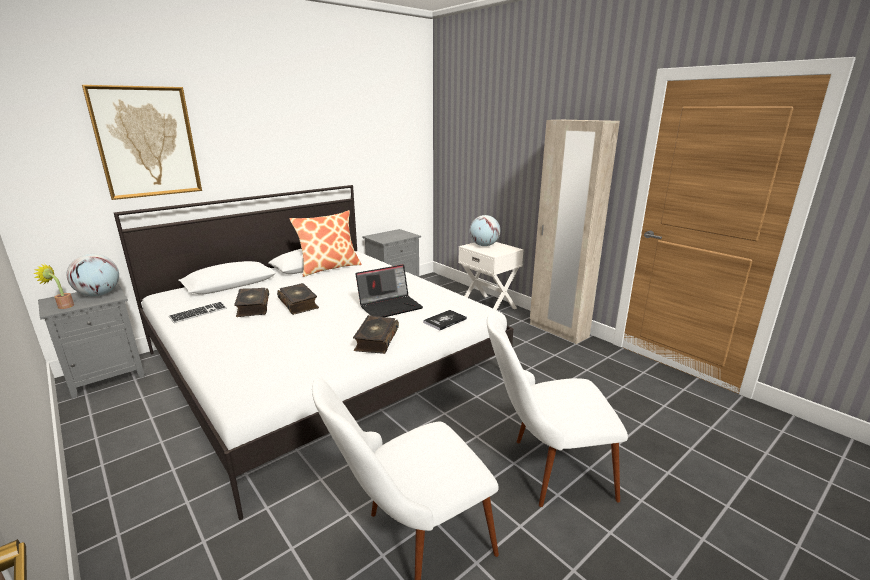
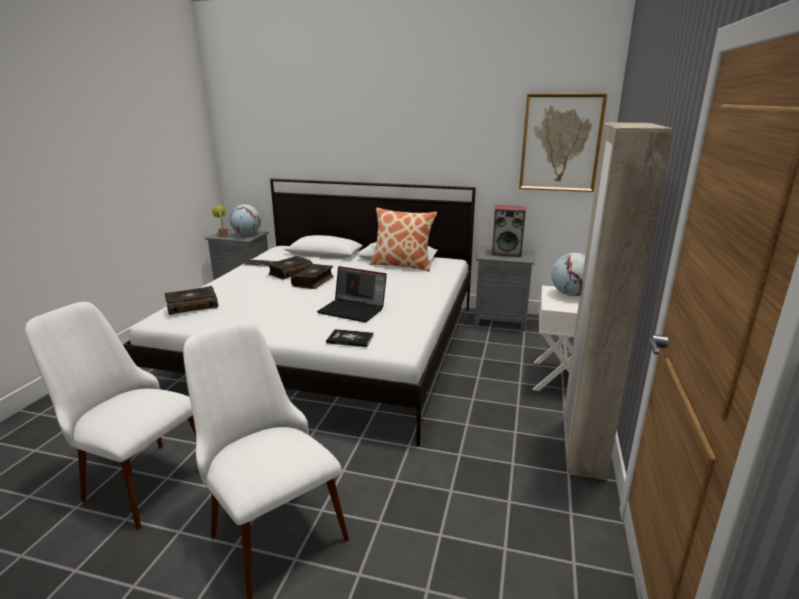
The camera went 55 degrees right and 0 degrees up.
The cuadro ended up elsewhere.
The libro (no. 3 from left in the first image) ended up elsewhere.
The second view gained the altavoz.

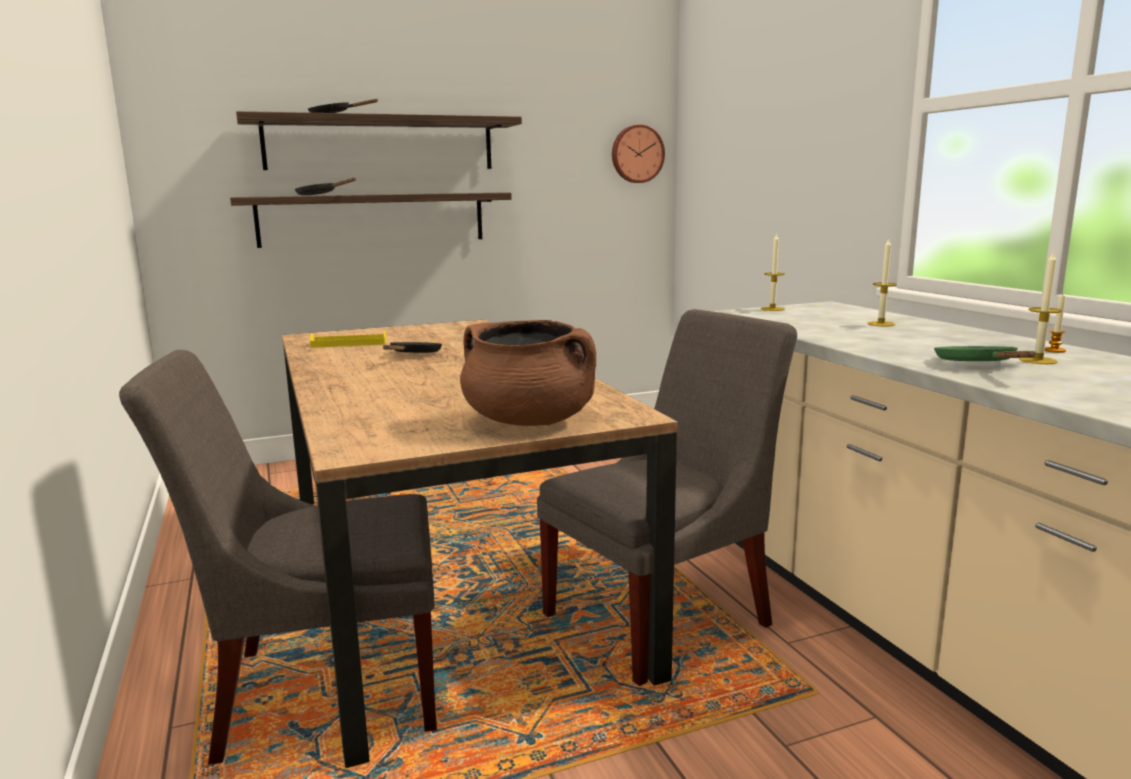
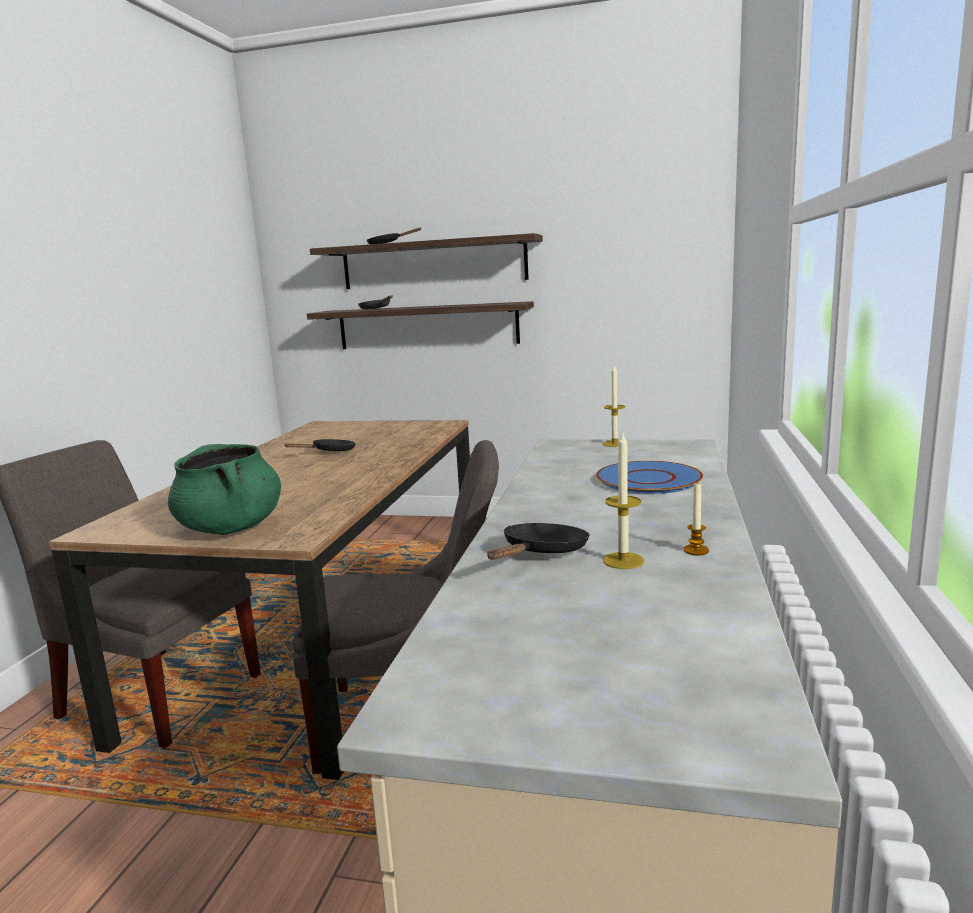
The camera went 35 degrees right and 0 degrees up.
The second view lost the bandeja/amarillo.
What was the olla/marrón turned into the olla/verde.
The second view lost the reloj de pared.
Where the vela (no. 2 from left) stood, the plato/azul came to stand.
What was the sartén/verde turned into the sartén/negro (no. 4 from left).

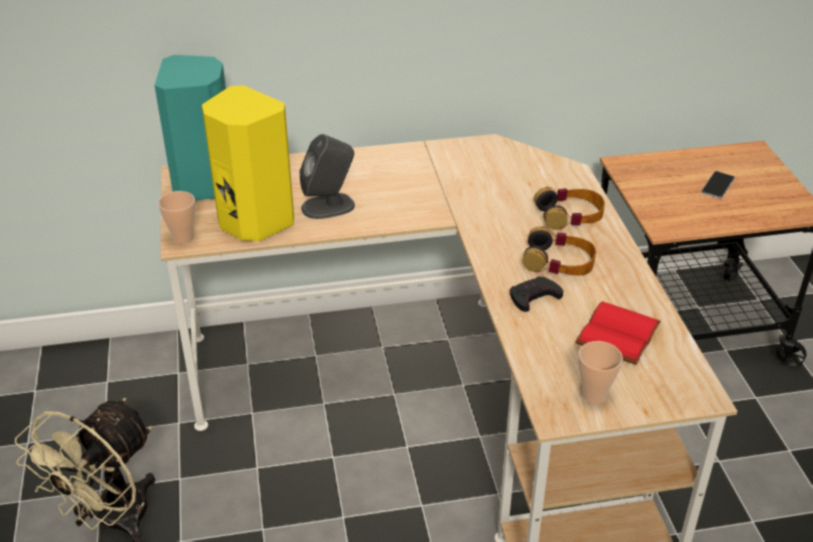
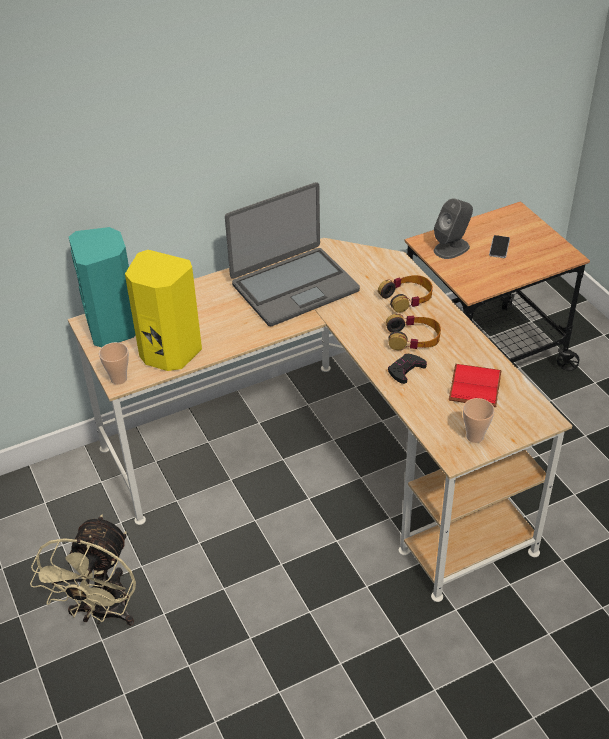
The camera went 15 degrees left and 5 degrees up.
The altavoz/gris ended up elsewhere.
The second view gained the portátil.

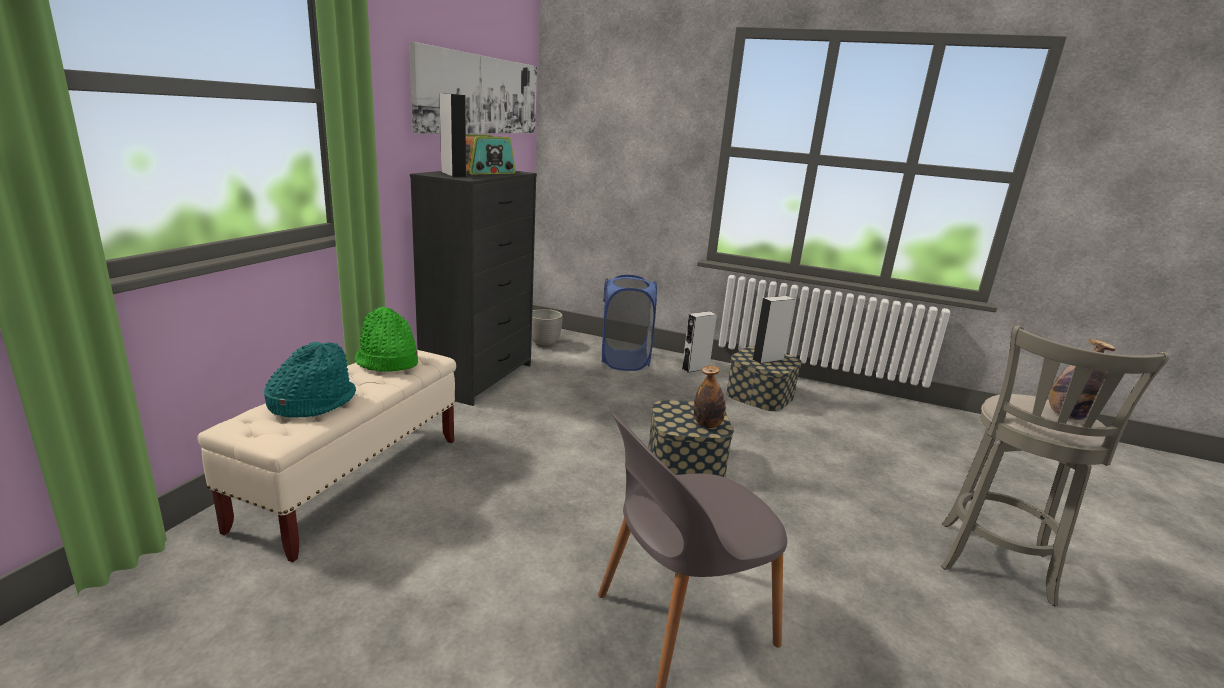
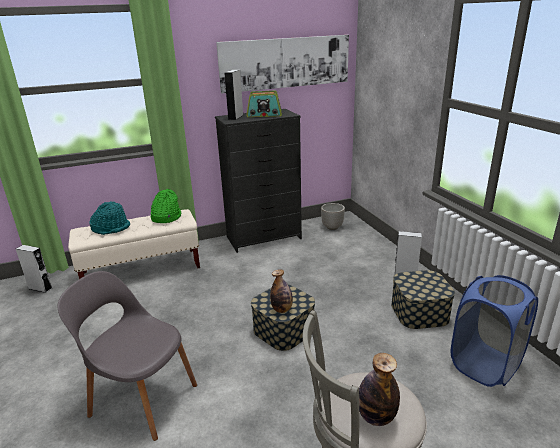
The camera went 50 degrees right and 5 degrees up.
The cesto de la ropa/azul ended up elsewhere.
The altavoz/gris (no. 3 from left in the first image) ended up elsewhere.

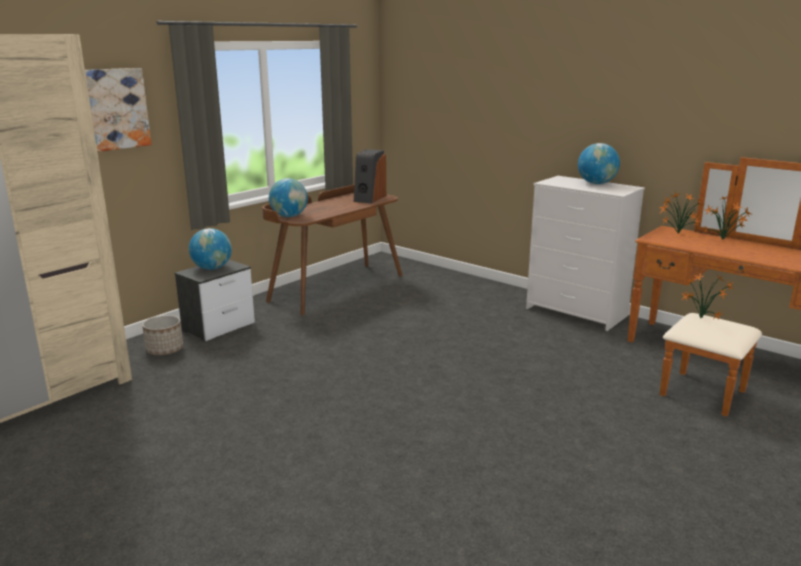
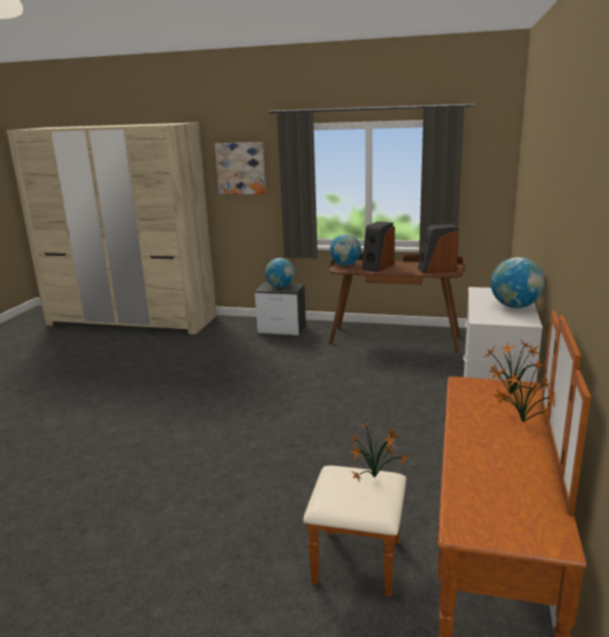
The camera went 65 degrees right and 0 degrees up.
The second view lost the maceta.
The second view gained the altavoz (no. 1 from left).

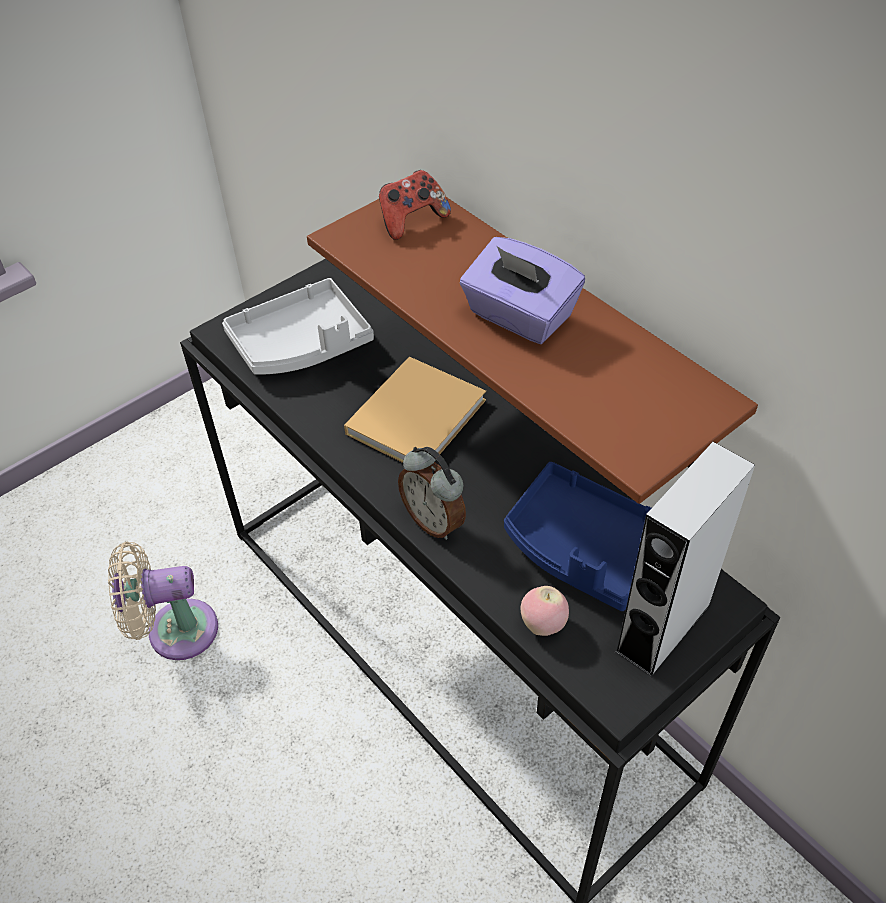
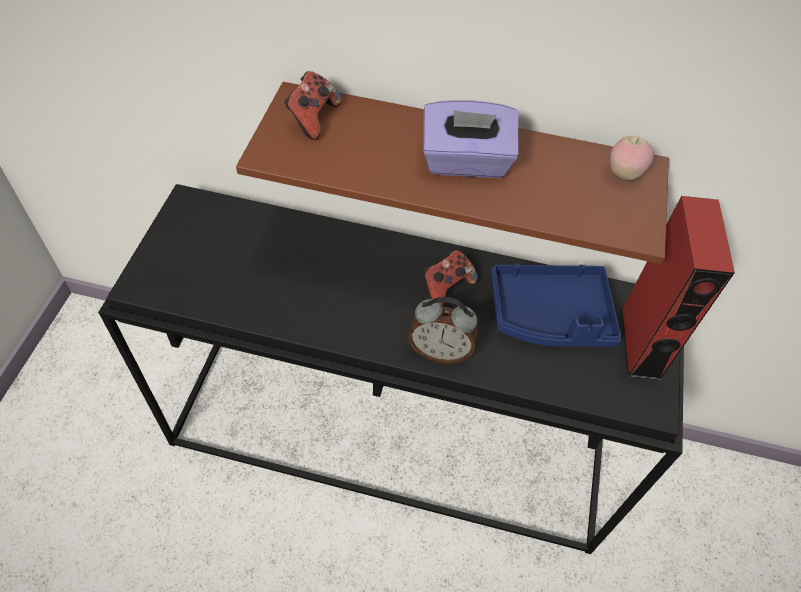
The camera went 40 degrees left and 5 degrees up.
The second view lost the ventilador/beis.
The second view lost the bandeja/gris.
The second view lost the libro/beis.
The manzana ended up elsewhere.
What was the altavoz/gris turned into the altavoz/rojo.
The second view gained the mando de consola (no. 2 from left).

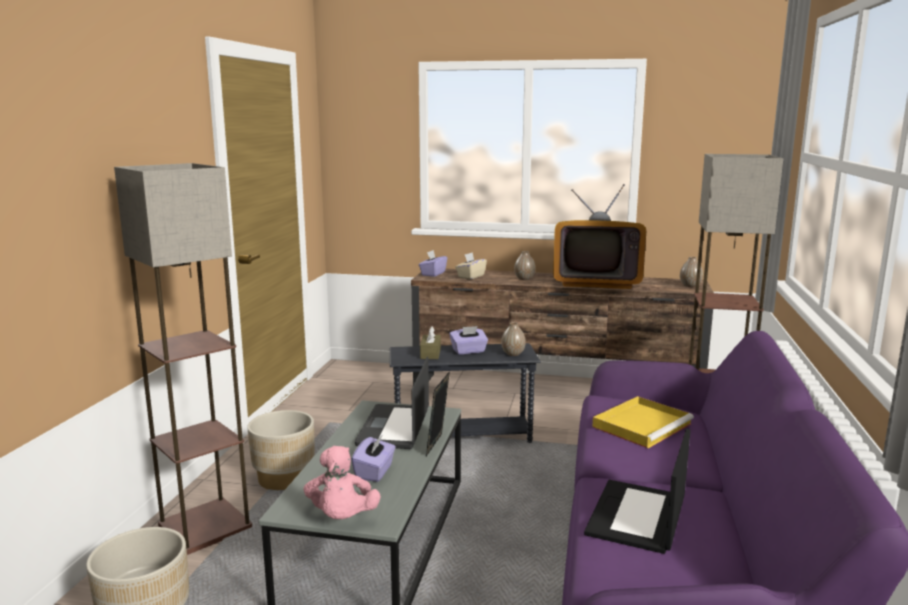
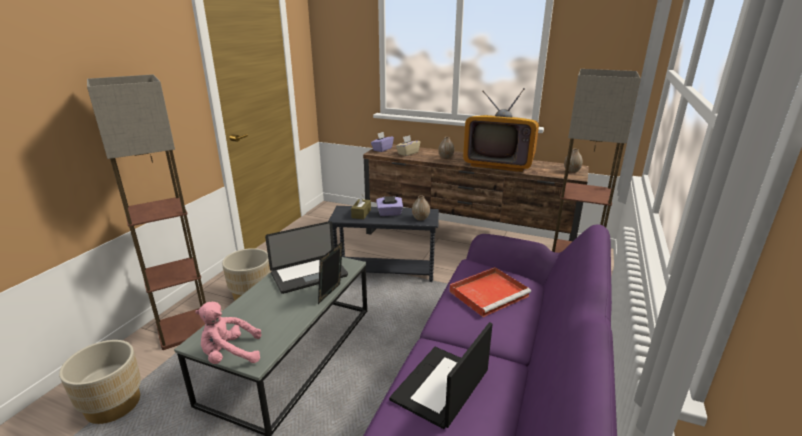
The camera went 10 degrees right and 10 degrees up.
The peluche/rosa ended up facing another way, 75 degrees clockwise from before.
The second view lost the caja de pañuelos/morado (no. 1 from left).
The portátil (no. 1 from left) ended up facing another way, 135 degrees counterclockwise from before.
What was the bandeja/amarillo turned into the bandeja/rojo.

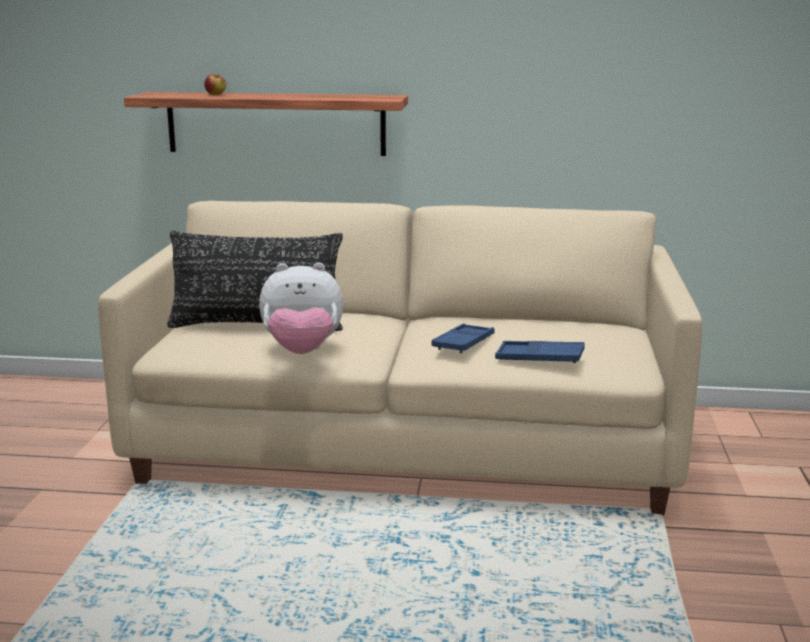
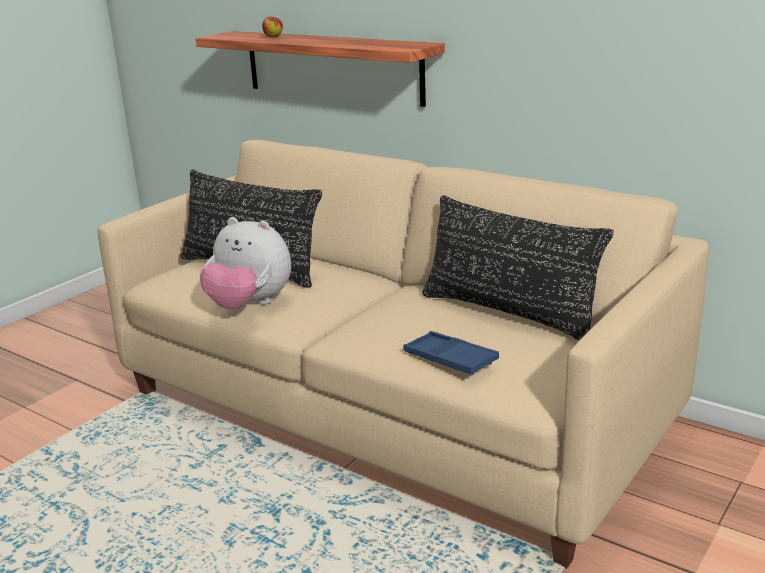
The camera went 30 degrees right and 5 degrees up.
The second view lost the bandeja/azul (no. 1 from left).
The second view gained the cojín/negro (no. 2 from left).

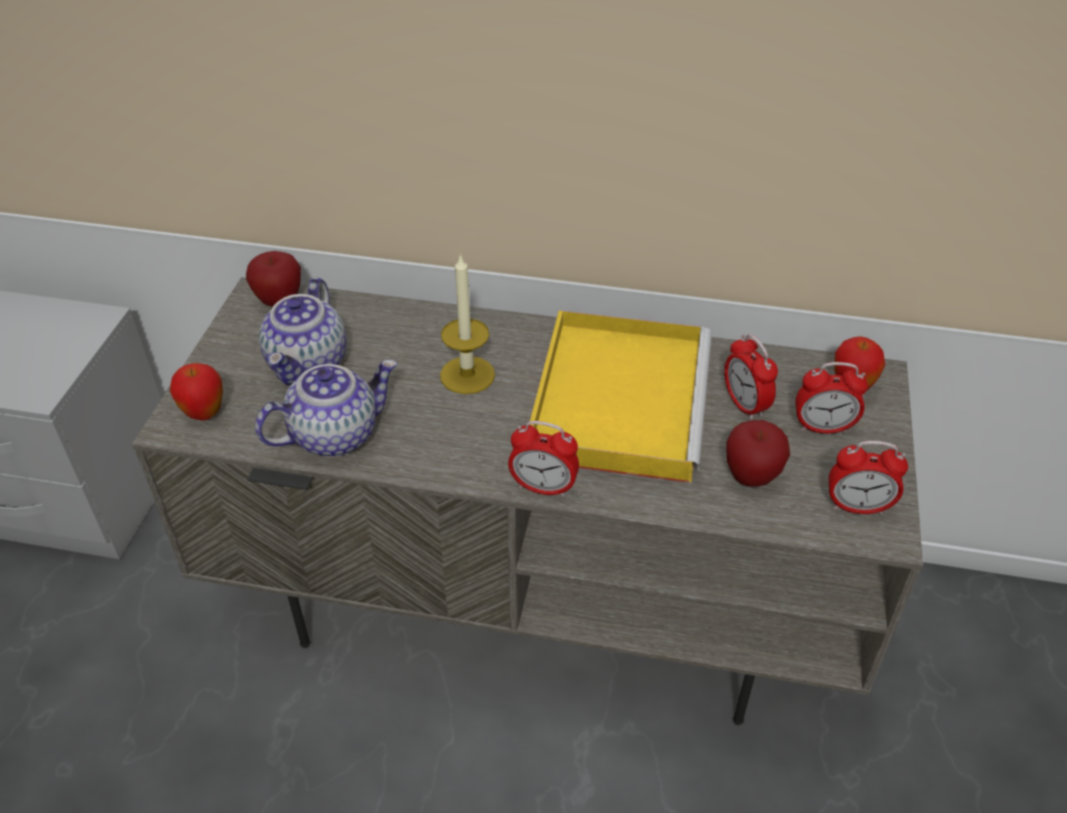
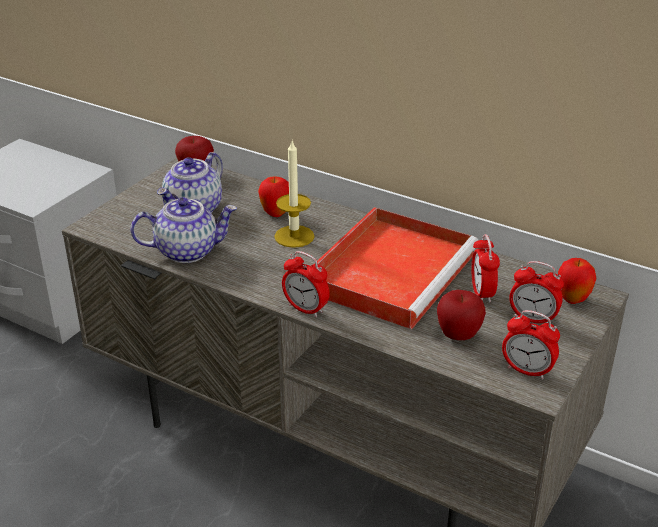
The camera went 20 degrees right and 10 degrees down.
The manzana (no. 1 from left in the first image) ended up elsewhere.
What was the bandeja/amarillo turned into the bandeja/rojo.

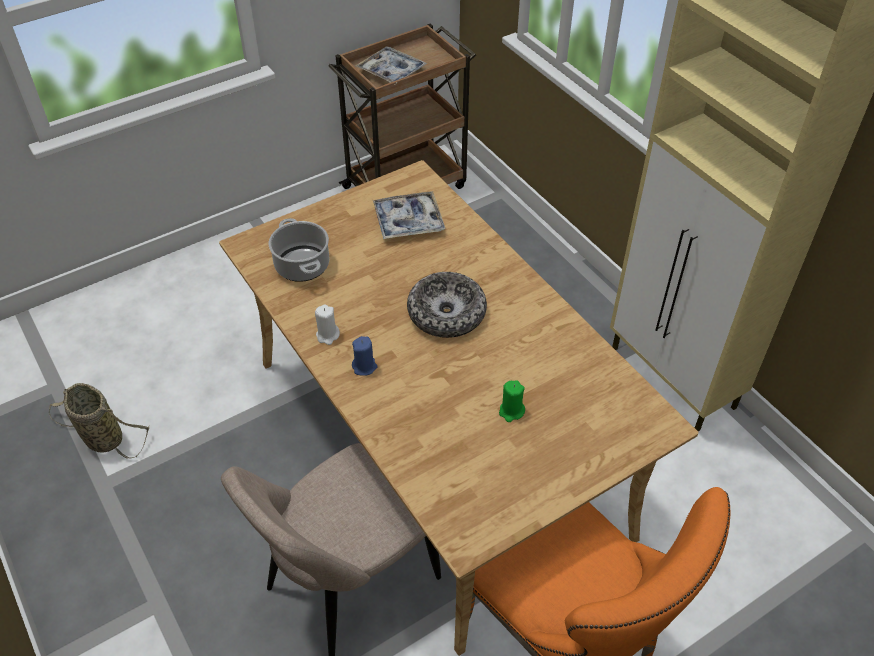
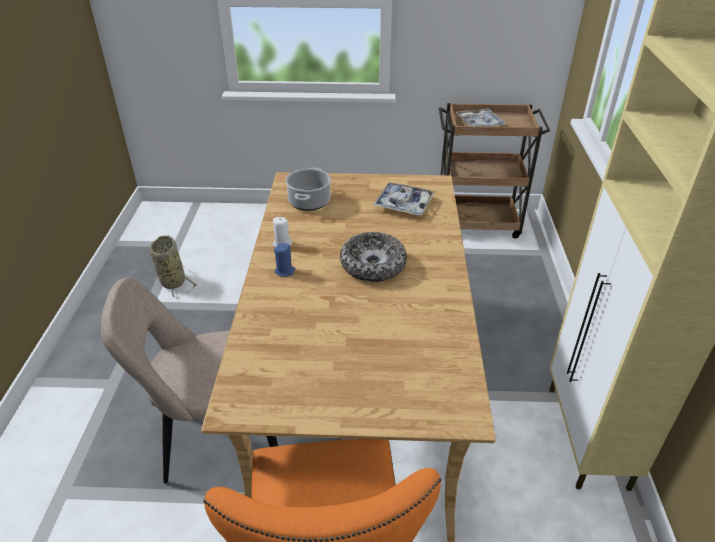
The camera went 35 degrees right and 10 degrees down.
The second view lost the vela/verde.

